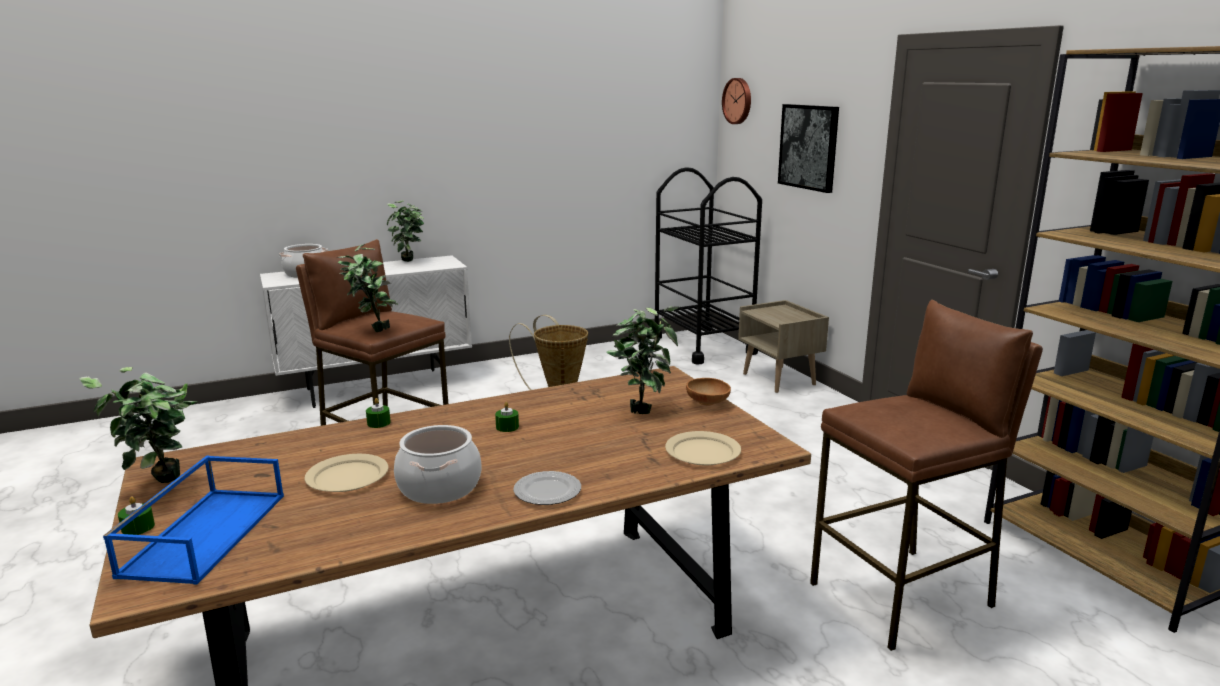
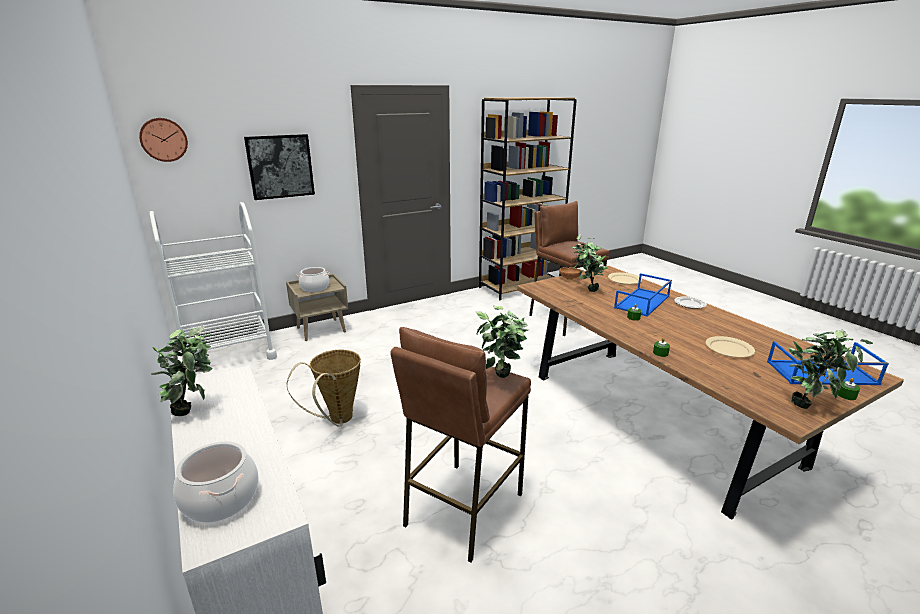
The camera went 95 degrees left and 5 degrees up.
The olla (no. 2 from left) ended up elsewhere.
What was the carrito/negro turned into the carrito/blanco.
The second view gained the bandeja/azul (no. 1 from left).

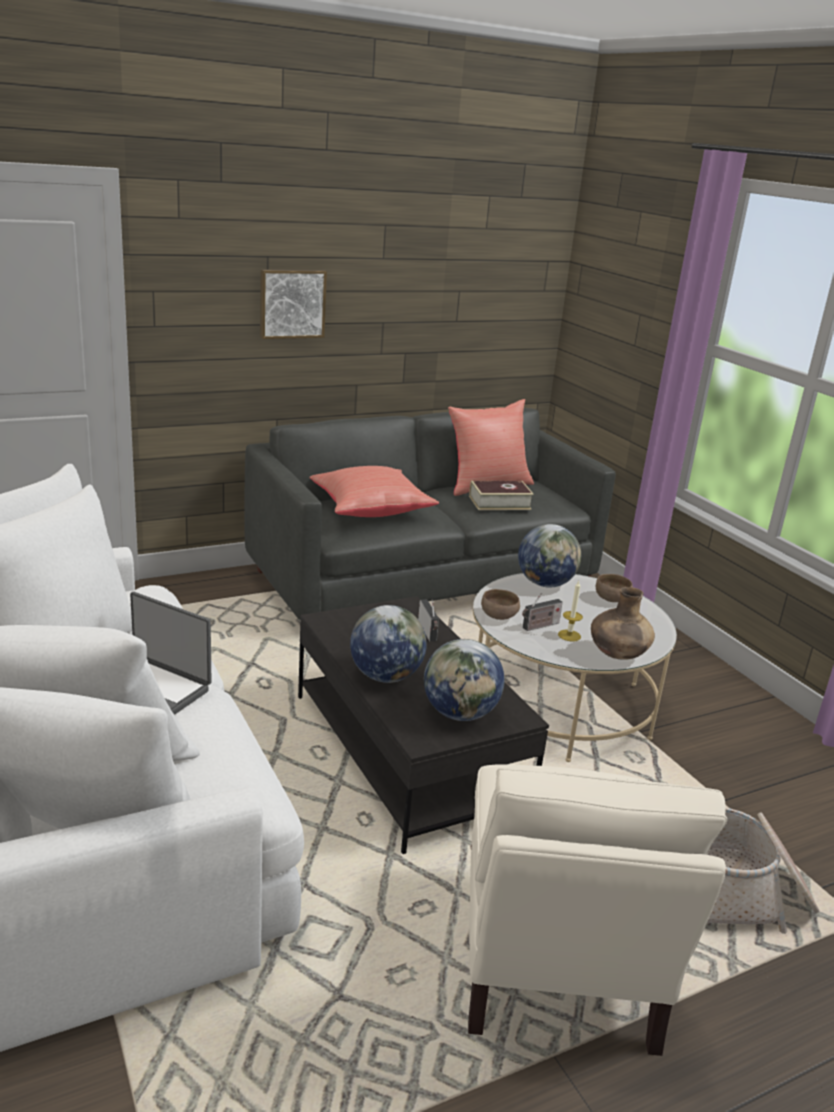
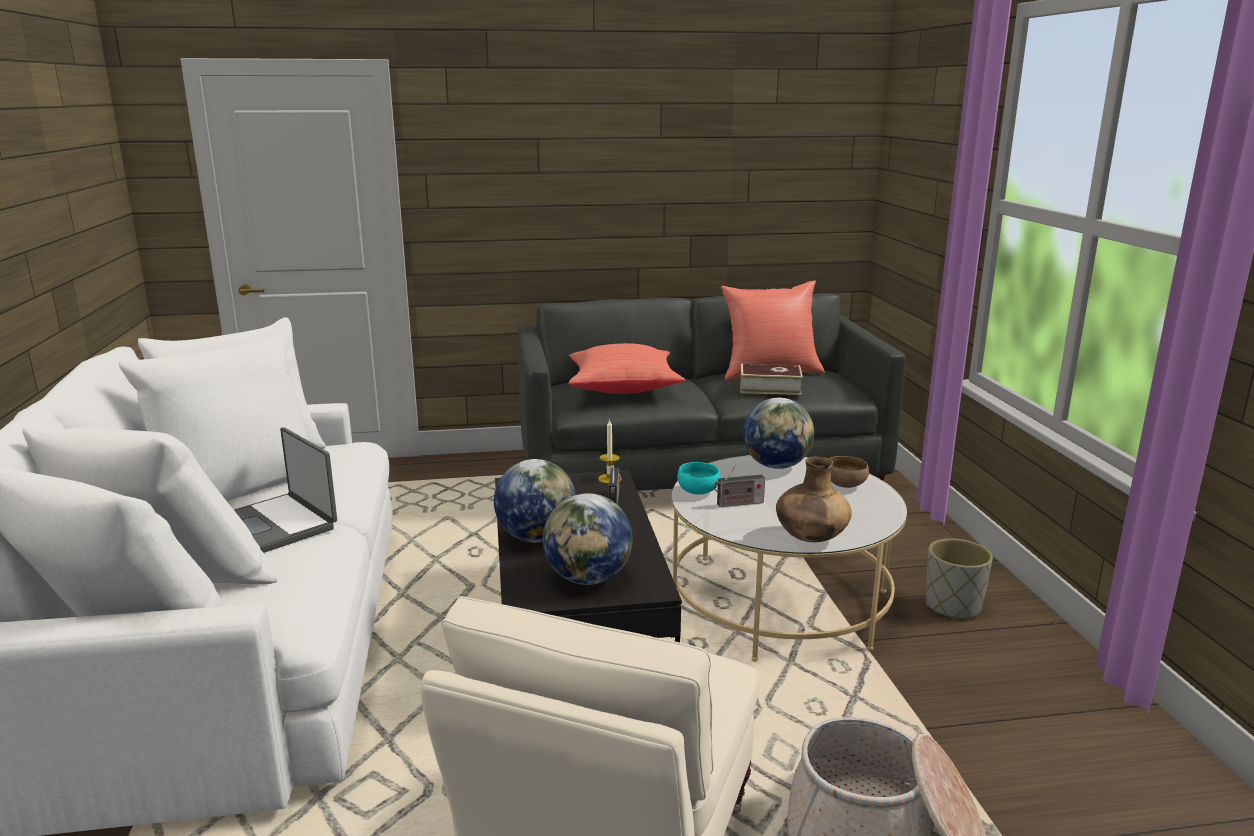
The camera went 20 degrees right and 5 degrees down.
The second view lost the cuadro.
What was the cuenco/marrón (no. 1 from left) turned into the cuenco/turquesa.
The vela ended up elsewhere.
The second view gained the maceta/gris.

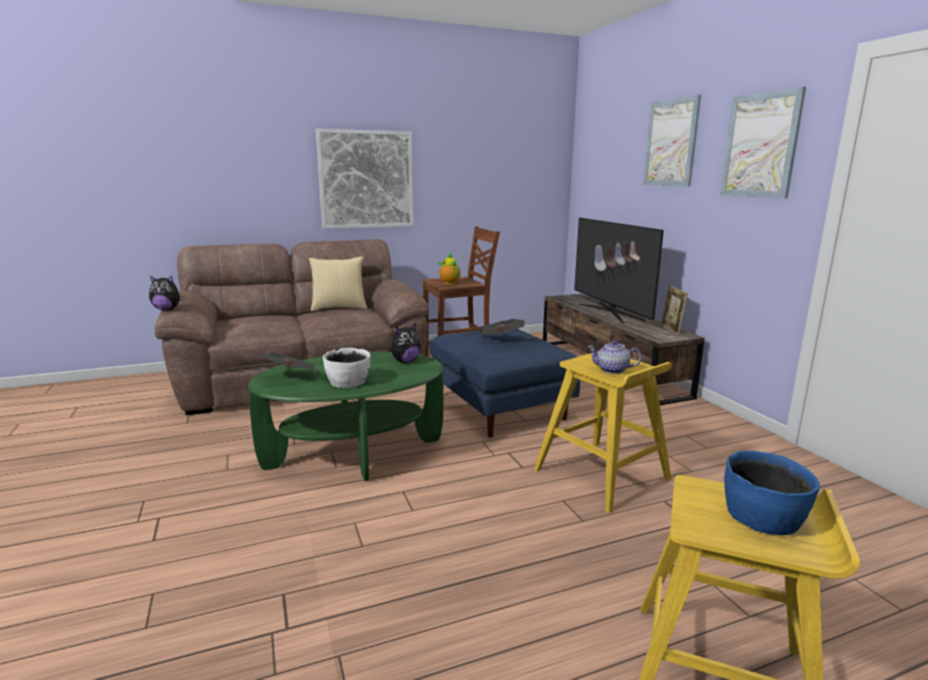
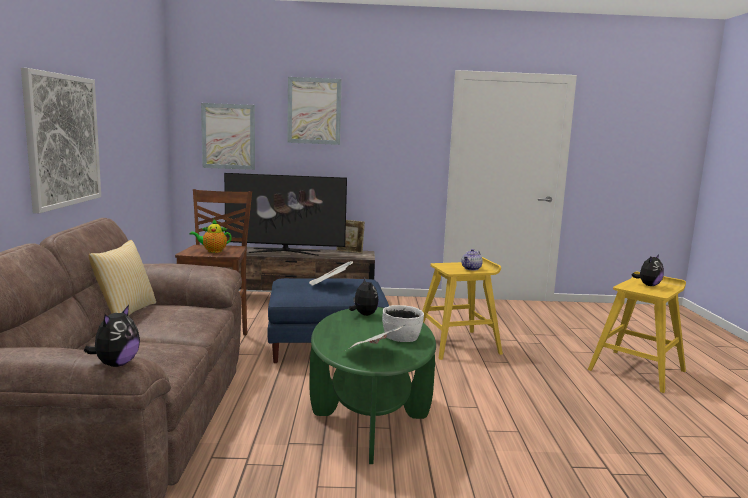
The camera went 70 degrees left and 5 degrees down.
The cuadro (no. 3 from left in the first image) ended up elsewhere.
Where the cuenco/azul stood, the peluche (no. 3 from left) came to stand.

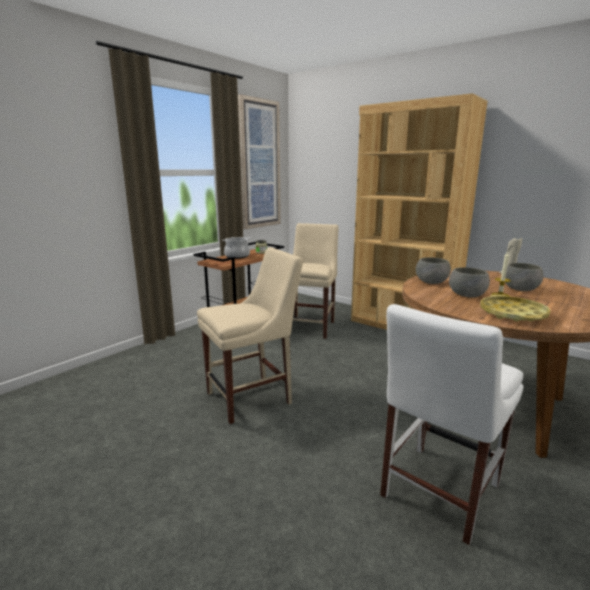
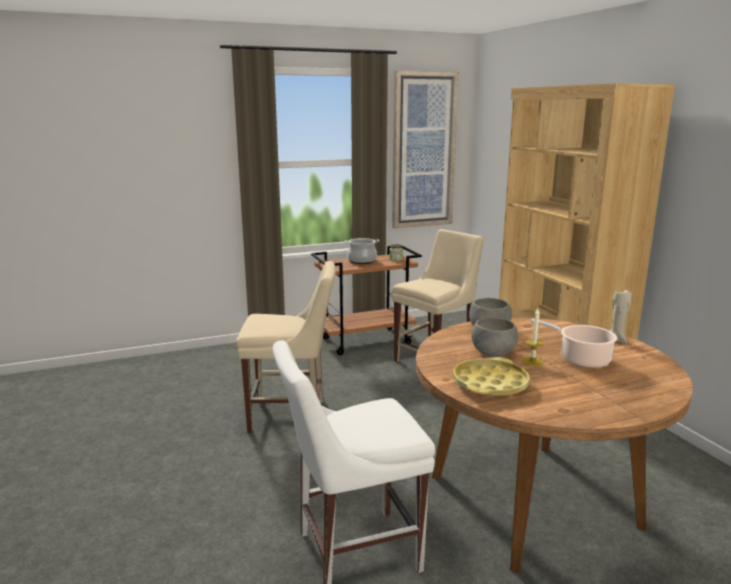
The camera went 30 degrees right and 0 degrees up.
Where the cuenco/gris (no. 3 from left) stood, the olla (no. 2 from left) came to stand.

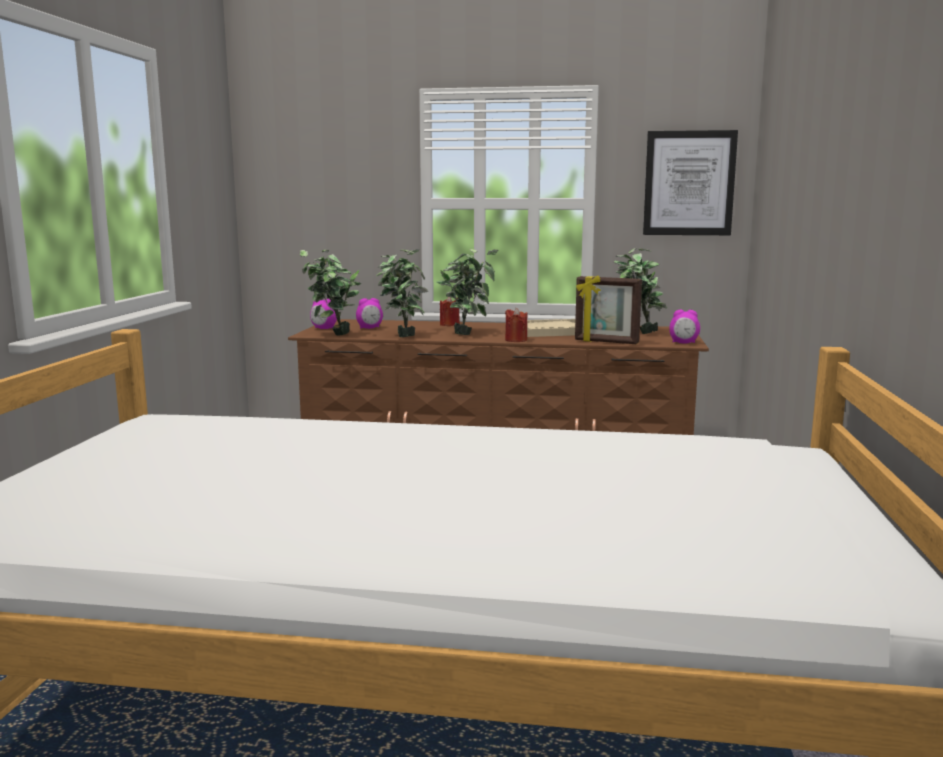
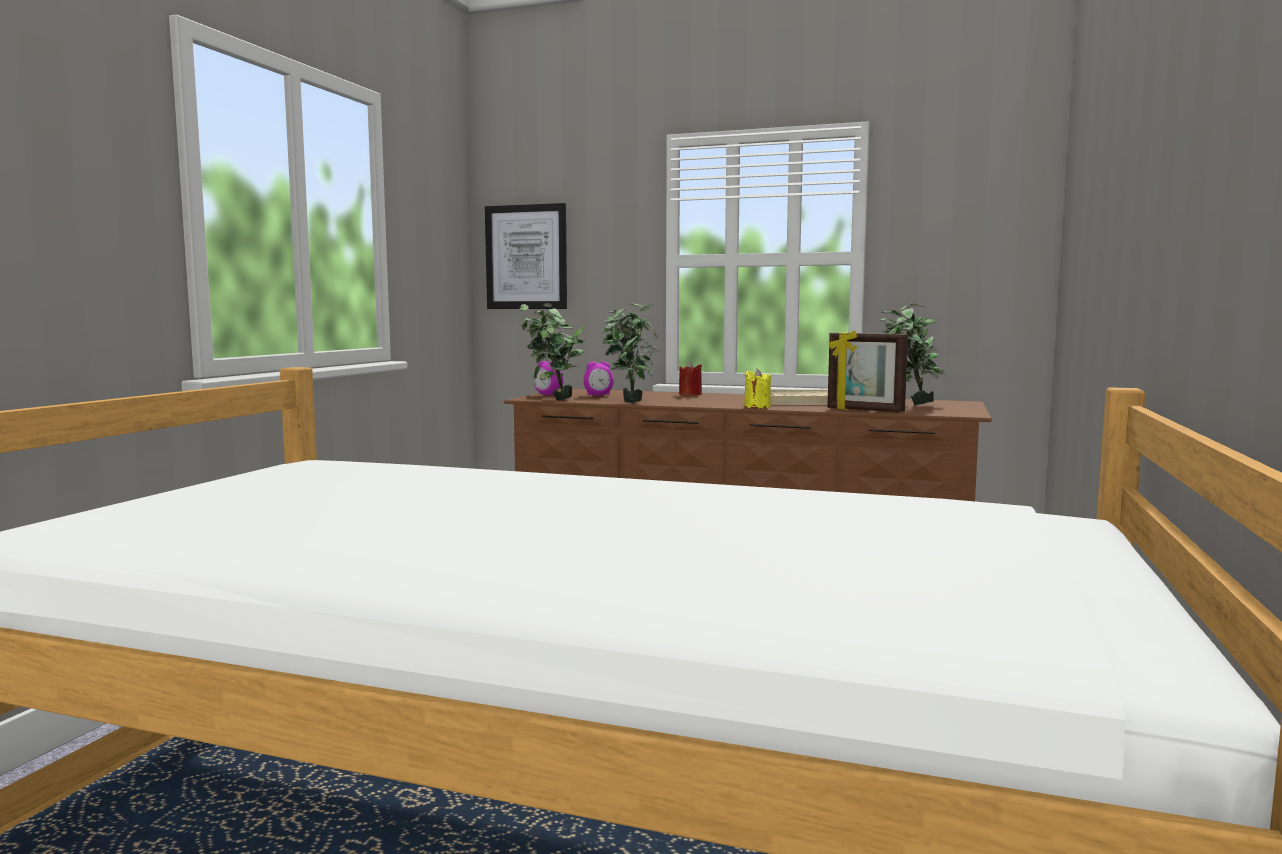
The camera went 10 degrees right and 5 degrees down.
The second view lost the planta en maceta (no. 3 from left).
What was the vela/rojo (no. 2 from left) turned into the vela/amarillo.
The cuadro ended up elsewhere.
The second view lost the despertador (no. 3 from left).

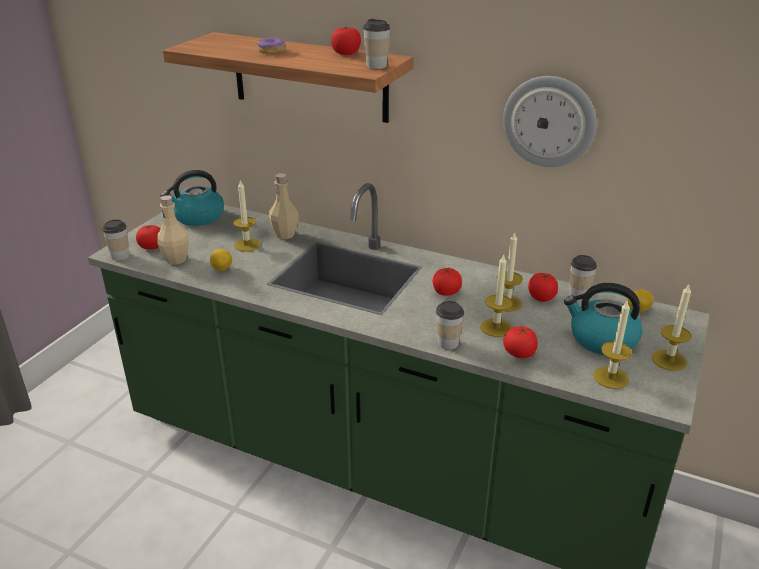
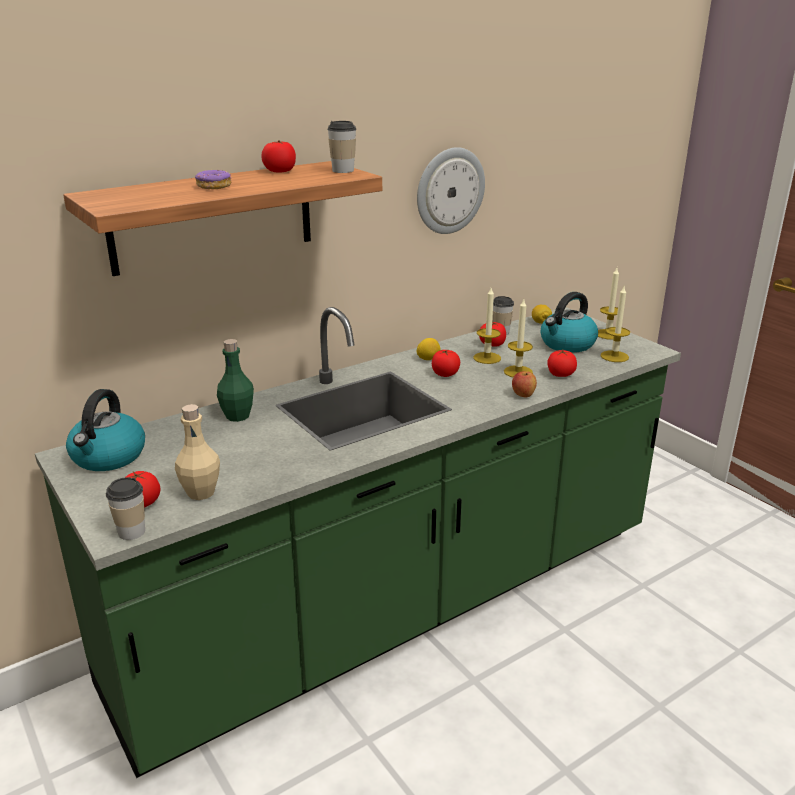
The camera went 60 degrees left and 5 degrees down.
The limón (no. 1 from left) ended up elsewhere.
The second view lost the vela (no. 1 from left).
What was the botella/beis (no. 2 from left) turned into the botella/verde.
Where the taza (no. 3 from left) stood, the manzana came to stand.

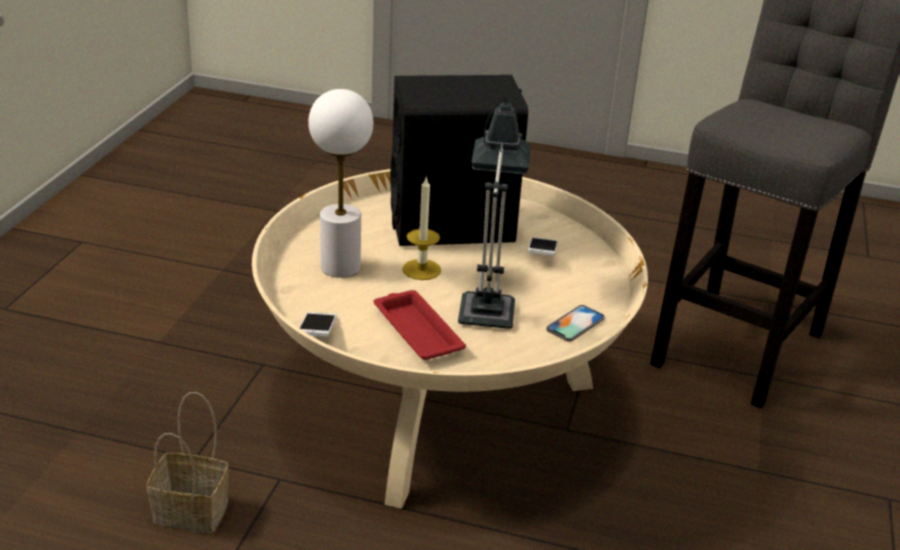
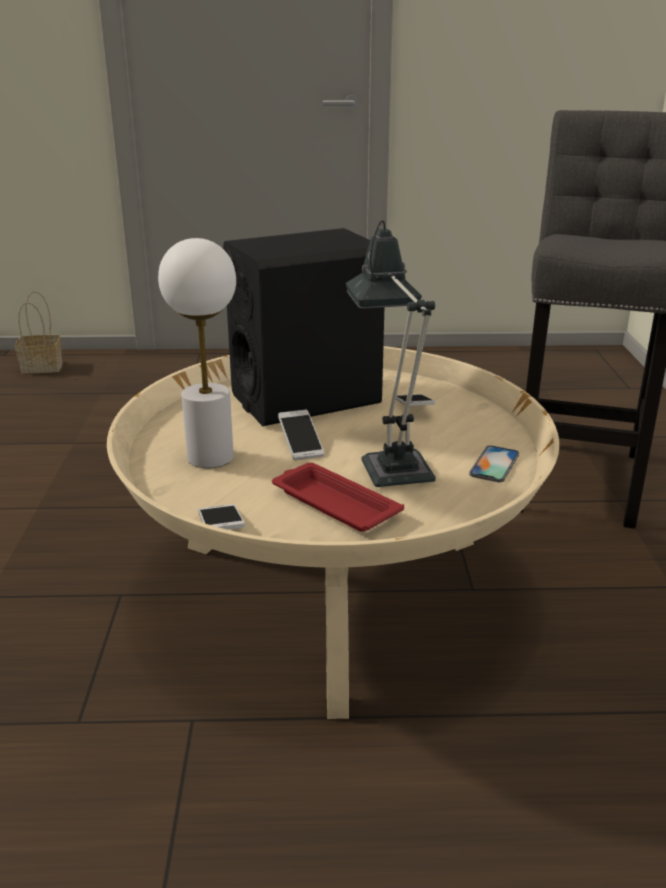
The camera went 15 degrees left and 5 degrees down.
The cesta ended up elsewhere.
Where the vela stood, the móvil (no. 2 from left) came to stand.

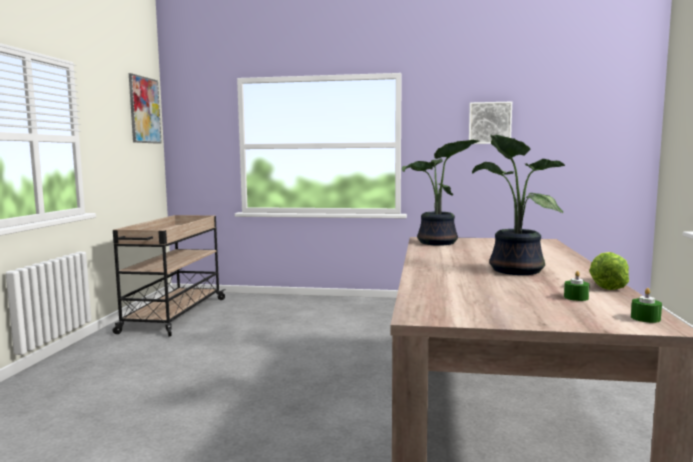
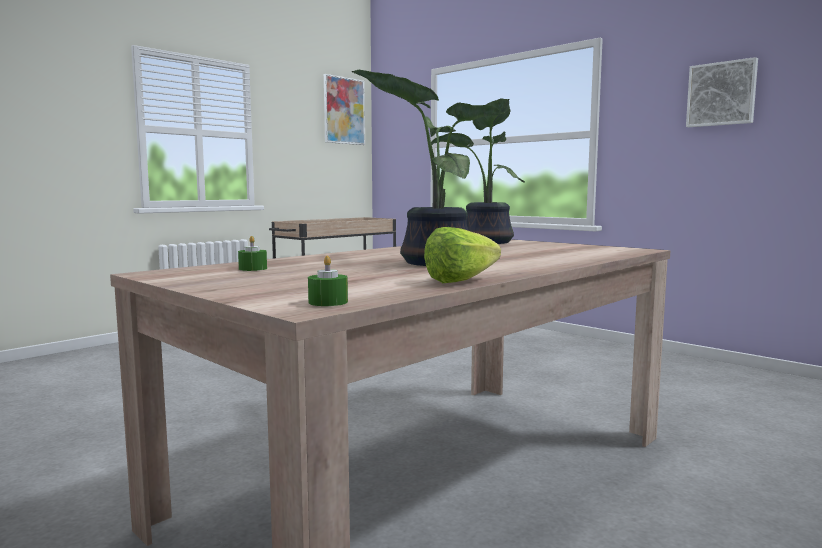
The camera went 35 degrees right and 0 degrees up.
The vela/verde (no. 1 from left) ended up elsewhere.

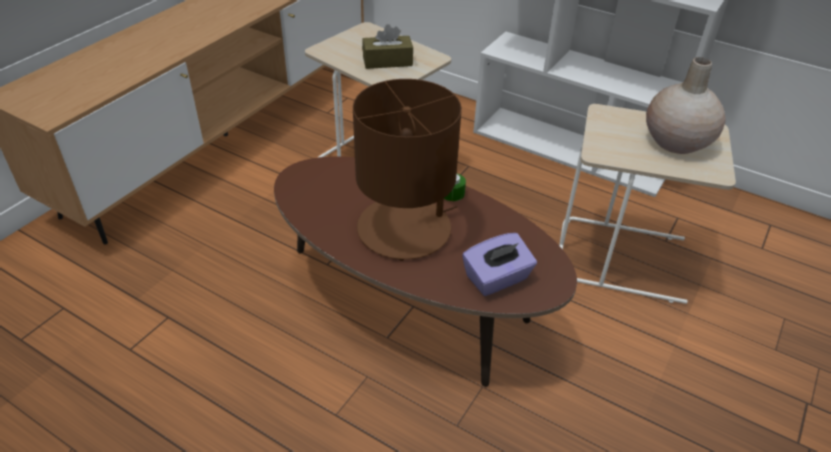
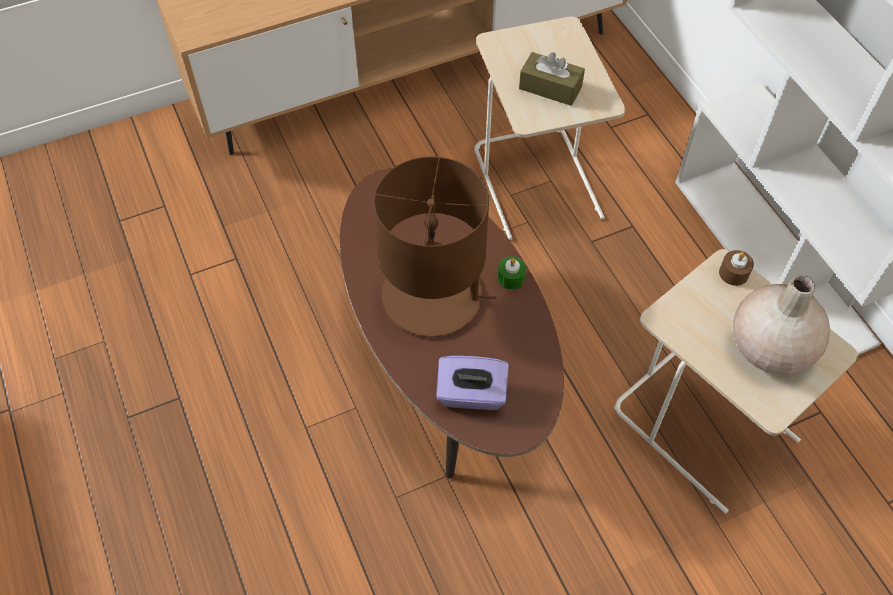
The camera went 35 degrees right and 15 degrees up.
The second view gained the vela/marrón.

